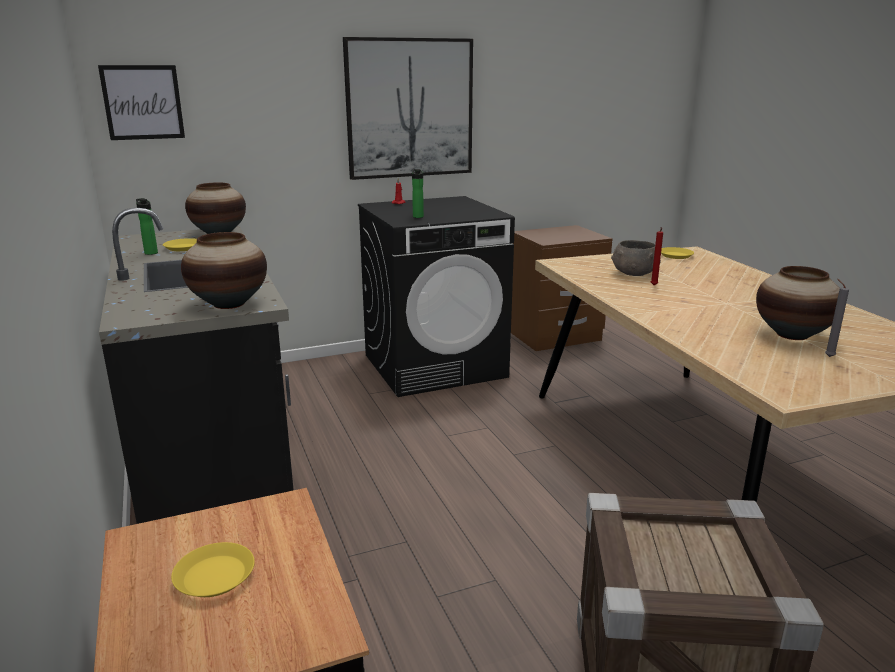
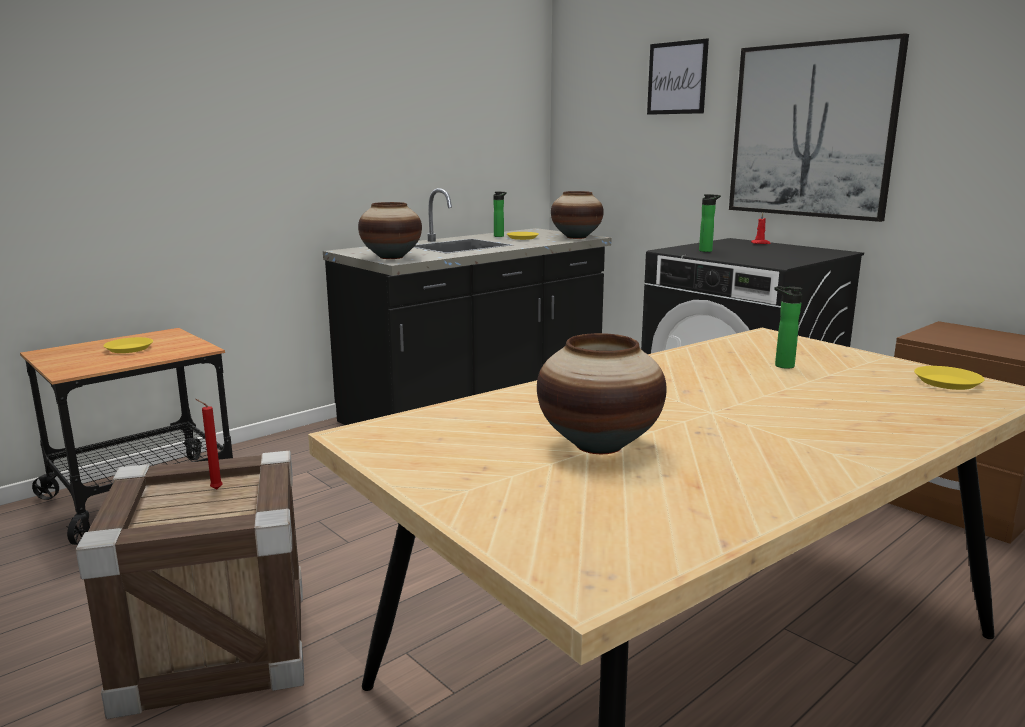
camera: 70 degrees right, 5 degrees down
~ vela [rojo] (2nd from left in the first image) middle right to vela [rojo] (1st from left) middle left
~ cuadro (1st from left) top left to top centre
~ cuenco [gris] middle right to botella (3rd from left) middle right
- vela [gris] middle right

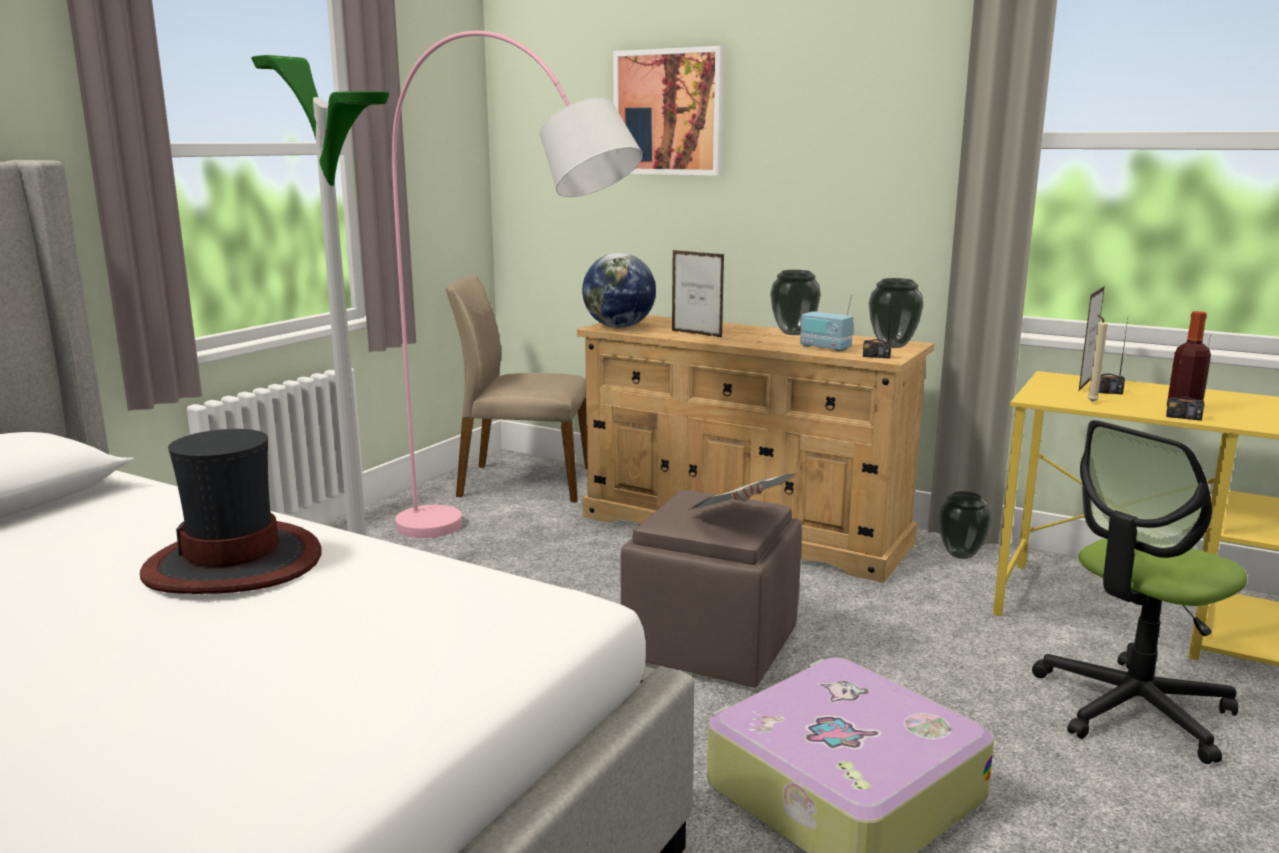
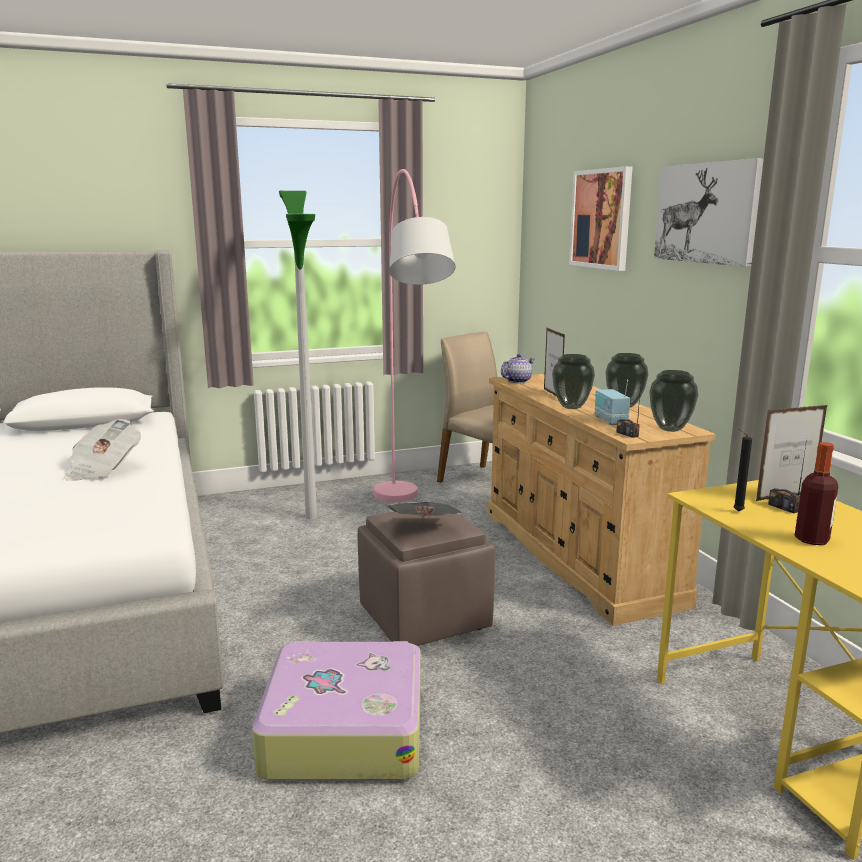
camera: 40 degrees right, 0 degrees up
~ sombrero middle left to periódico (1st from left) middle left
~ globo terráqueo centre to tetera centre
~ florero (3rd from left in the first image) middle right to florero (1st from left) centre
+ cuadro (2nd from left) top right
~ vela [beis] middle right to vela [negro] middle right
- silla de oficina bottom right
- radio (4th from left) middle right

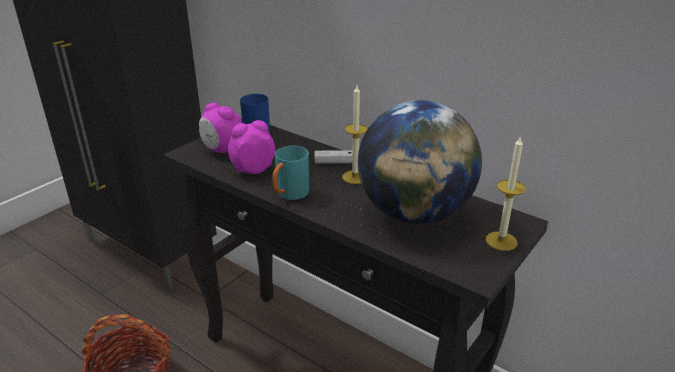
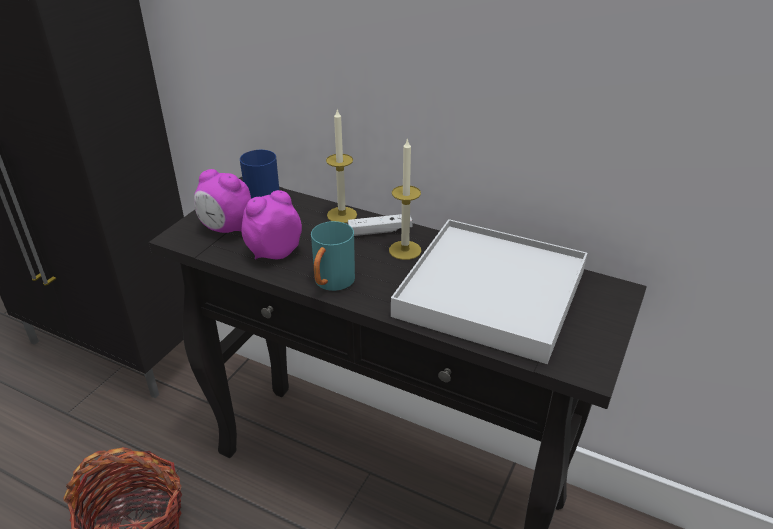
camera: 10 degrees left, 5 degrees up
~ vela (2nd from left in the first image) middle right to vela (1st from left) top centre
~ globo terráqueo centre to bandeja [blanco] centre

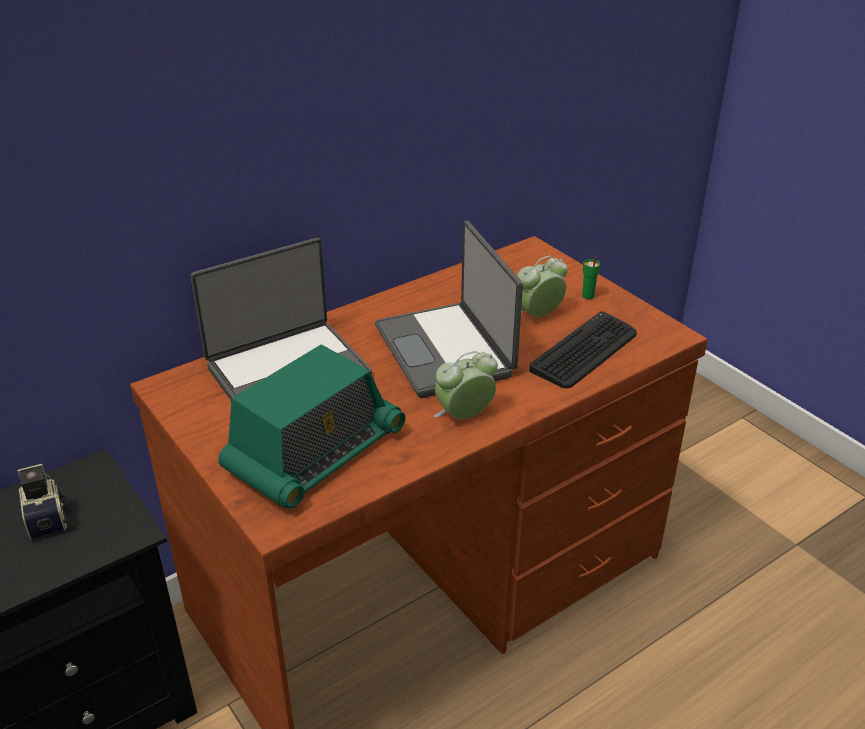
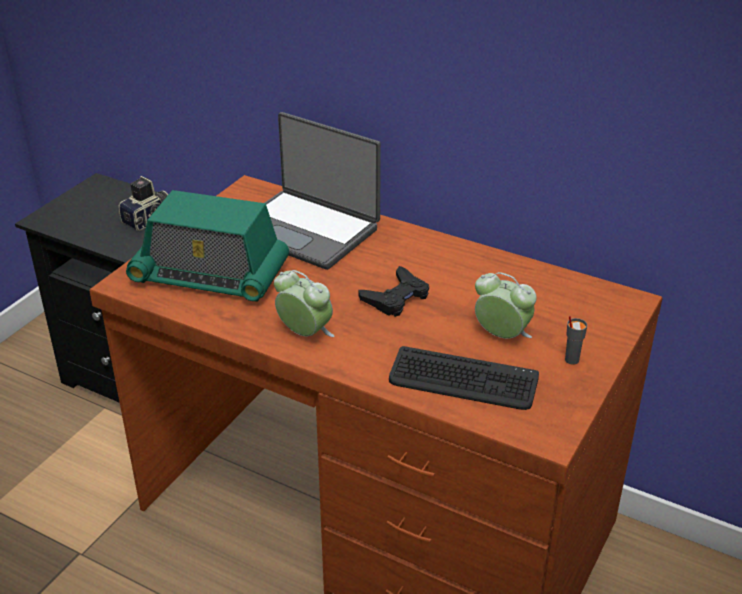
camera: 65 degrees right, 0 degrees up
~ portátil (2nd from left) centre to mando de consola [negro] centre
~ taza [verde] middle right to taza [gris] middle right

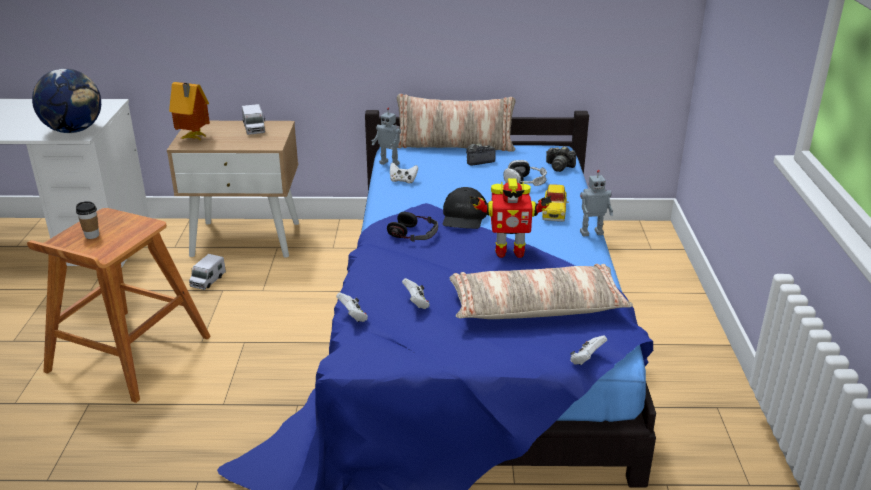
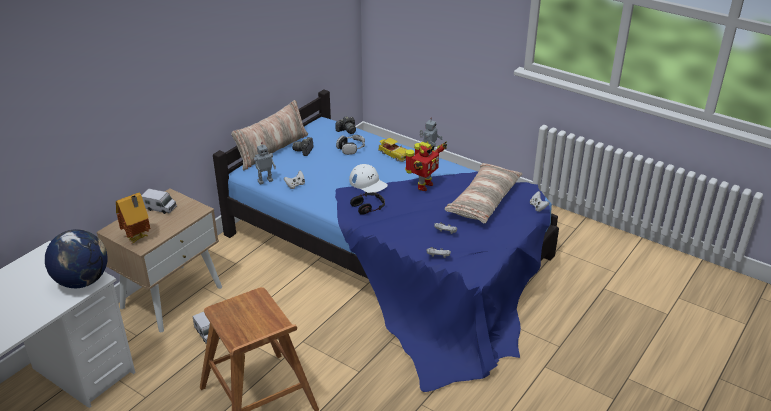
camera: 55 degrees left, 5 degrees up
~ gorra [negro] centre to gorra [blanco] centre
- taza middle left

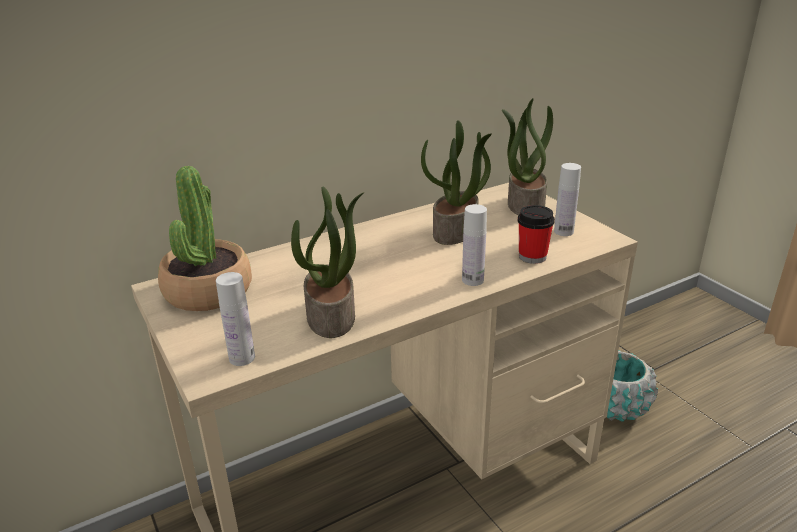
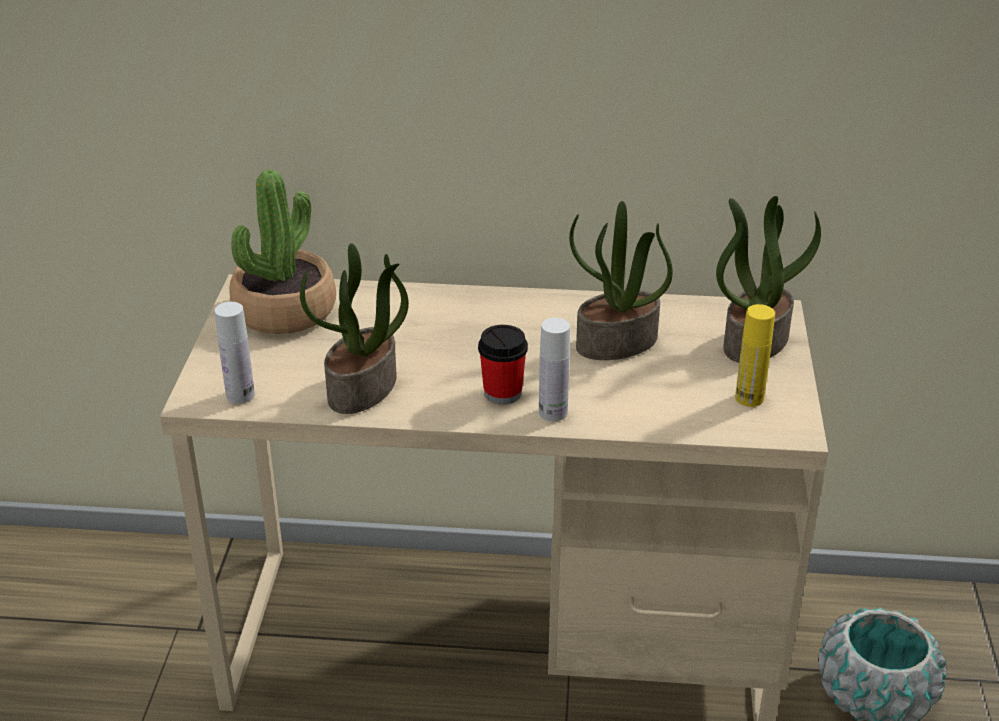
camera: 35 degrees right, 5 degrees up
~ taza middle right to centre
~ botella [blanco] (3rd from left) middle right to botella [amarillo] middle right

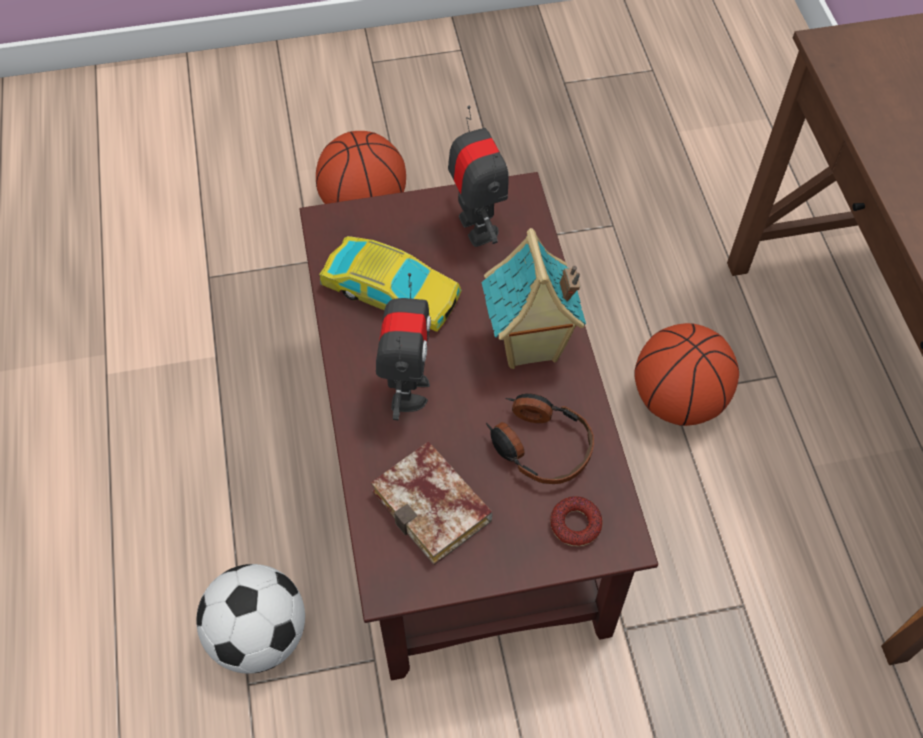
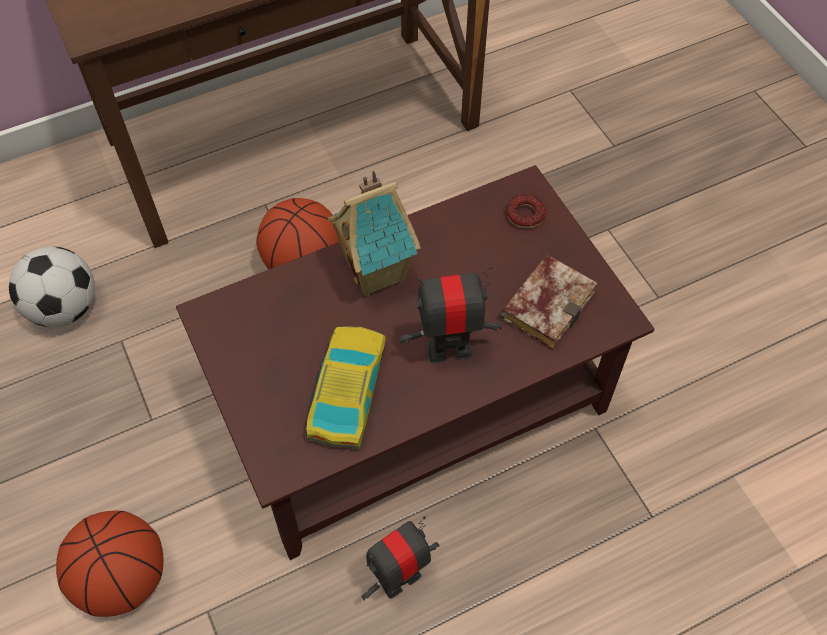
camera: 105 degrees left, 0 degrees up
~ balón de fútbol bottom left to middle left
~ robot de juguete (2nd from left in the first image) top centre to robot de juguete (1st from left) bottom centre
- auriculares centre

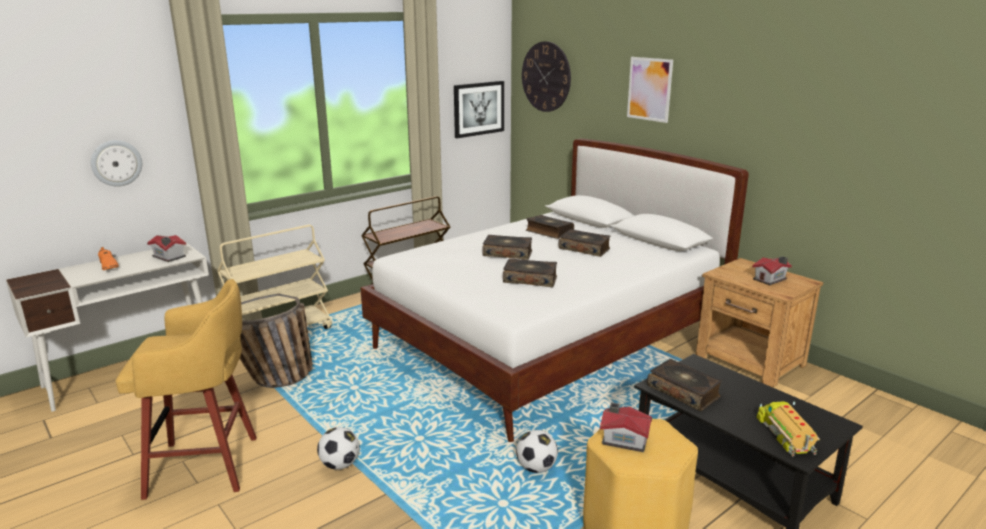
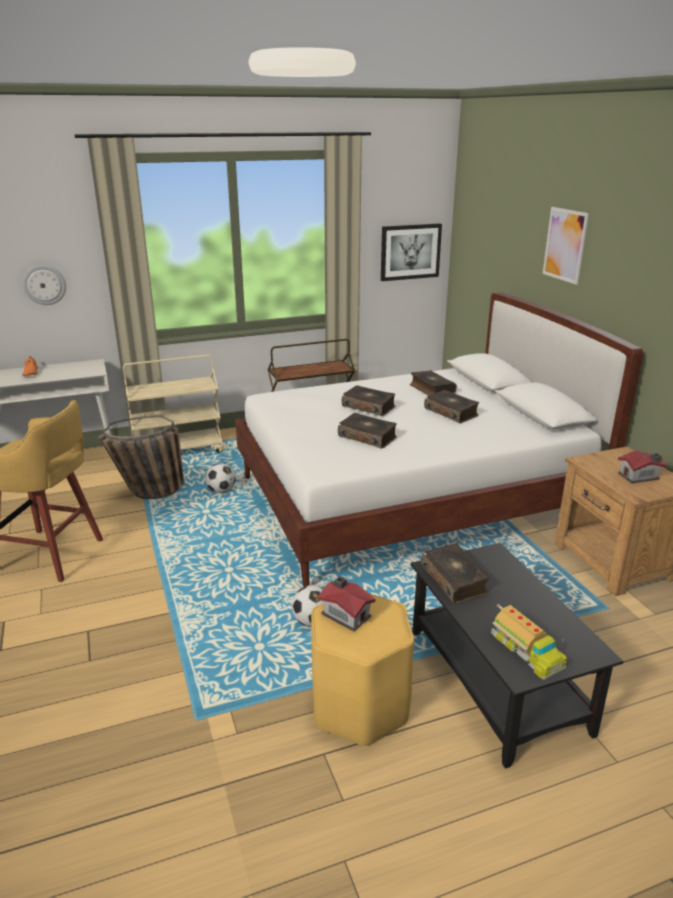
camera: 20 degrees right, 5 degrees up
~ balón de fútbol (1st from left) bottom centre to middle left
~ camión de juguete bottom right = bottom right 135 degrees clockwise
- casita (1st from left) middle left
- reloj de pared (2nd from left) top centre

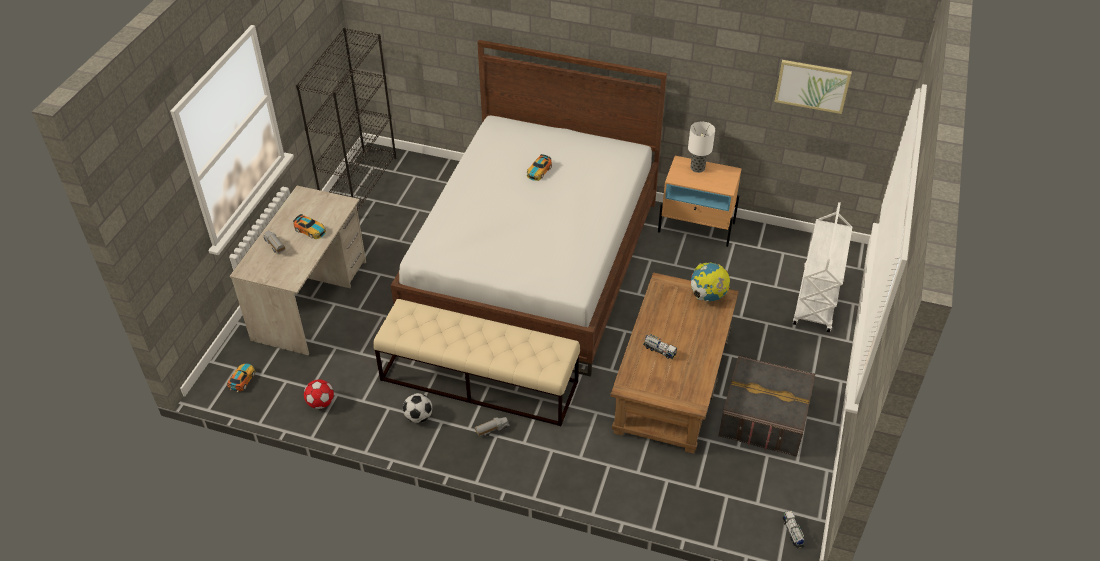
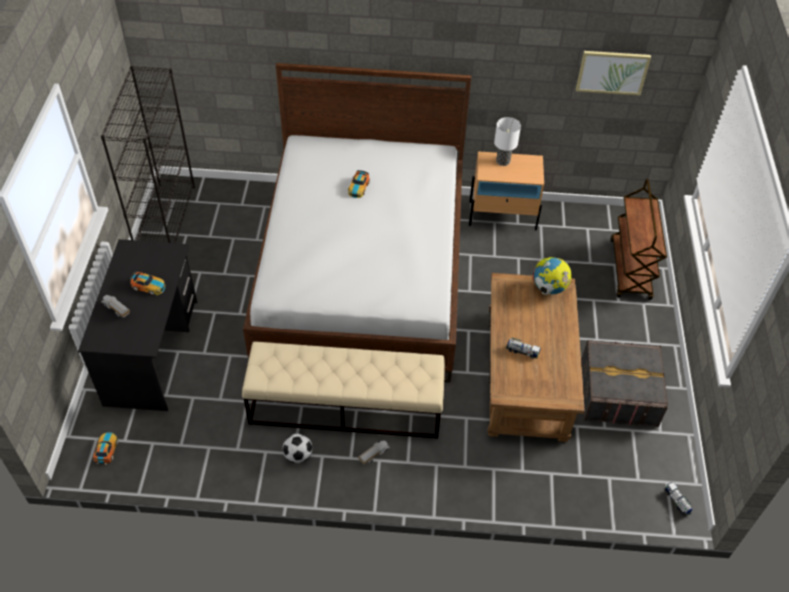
camera: 15 degrees left, 5 degrees up
~ escritorio [beis] middle left to escritorio [negro] middle left
~ carrito [blanco] middle right to carrito [marrón] middle right
- balón de fútbol (1st from left) bottom left

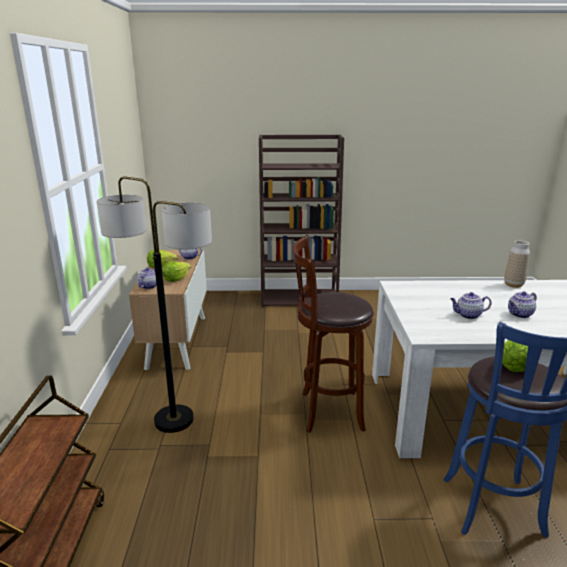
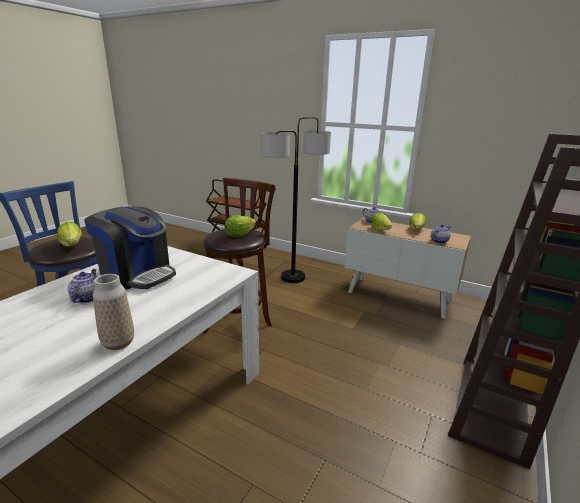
camera: 120 degrees right, 0 degrees up
~ tetera (3rd from left) middle right to cafetera middle left
+ lechuga (2nd from left) centre

